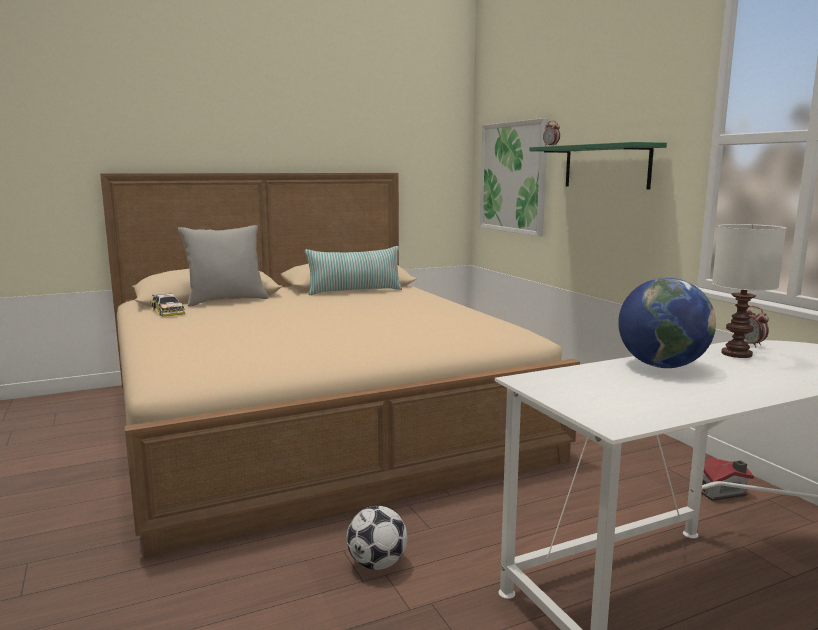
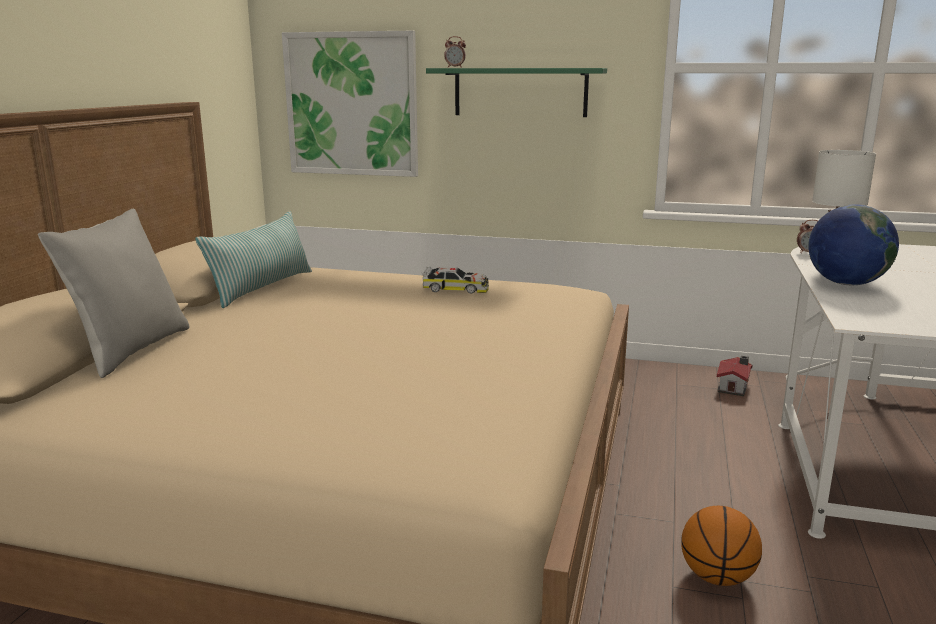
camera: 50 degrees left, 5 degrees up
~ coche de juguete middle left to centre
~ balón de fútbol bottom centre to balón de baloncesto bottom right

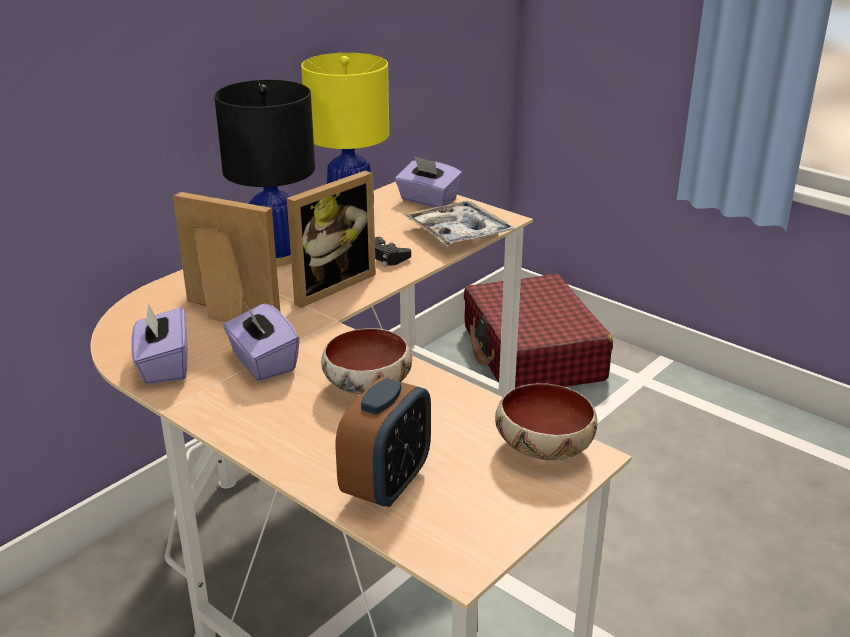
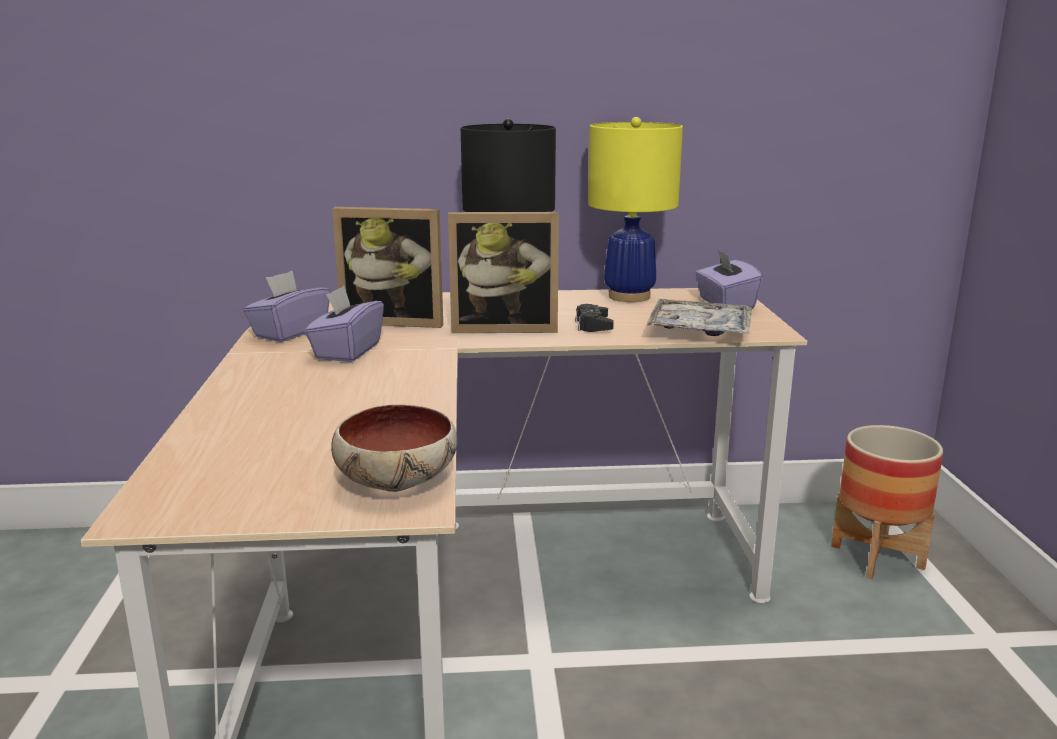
camera: 45 degrees right, 10 degrees down
~ portarretratos (1st from left) middle left = centre 120 degrees clockwise
~ maleta [rojo] centre to maceta bottom right
- cuenco (1st from left) centre
- despertador bottom centre

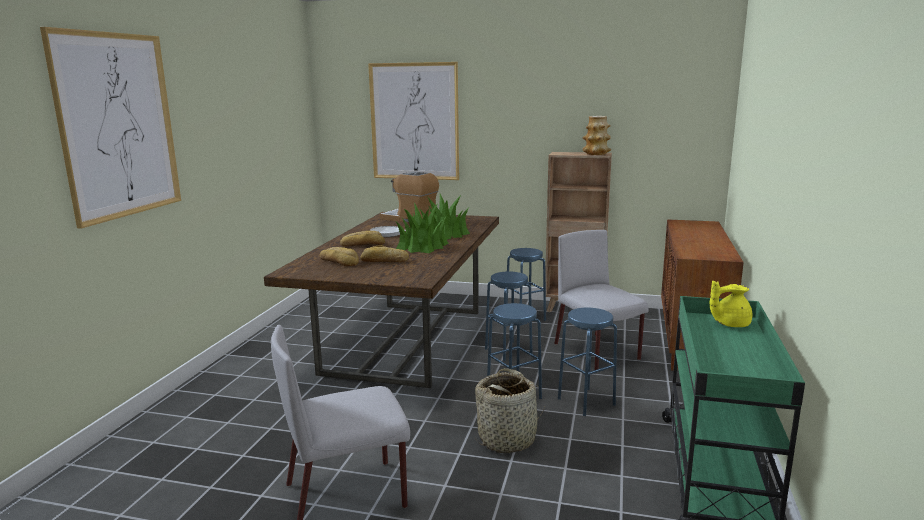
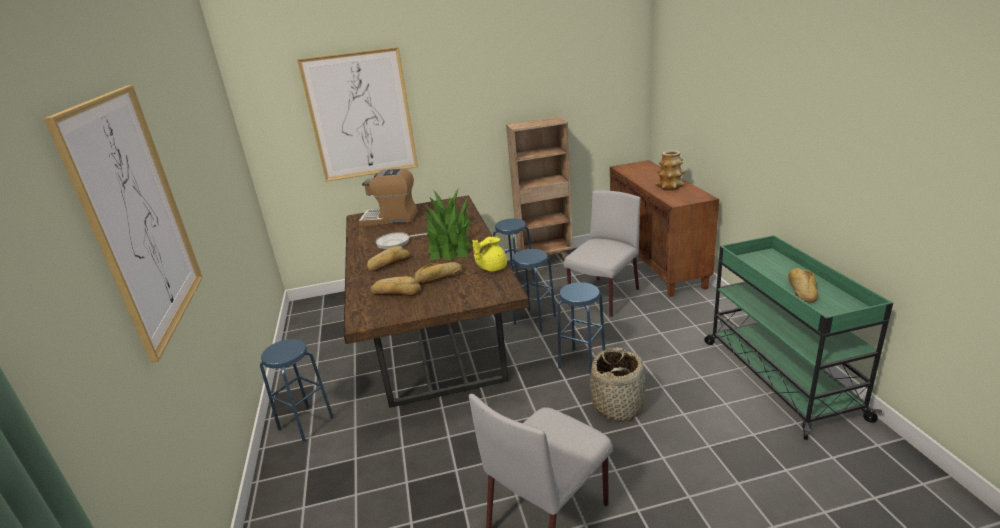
camera: 25 degrees left, 10 degrees up
~ taburete [azul] (4th from left in the first image) bottom centre to taburete [azul] (1st from left) bottom left
~ tetera [amarillo] middle right to centre
~ silla [gris] (2nd from left) centre = centre 90 degrees clockwise
~ florero top centre to top right
+ pan (4th from left) middle right

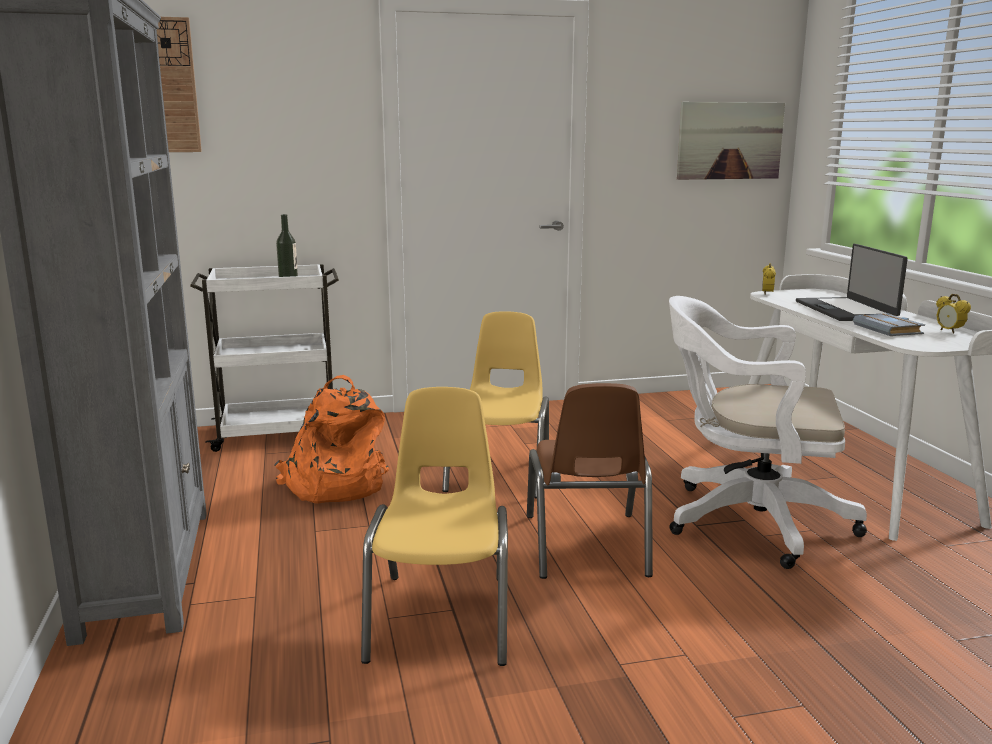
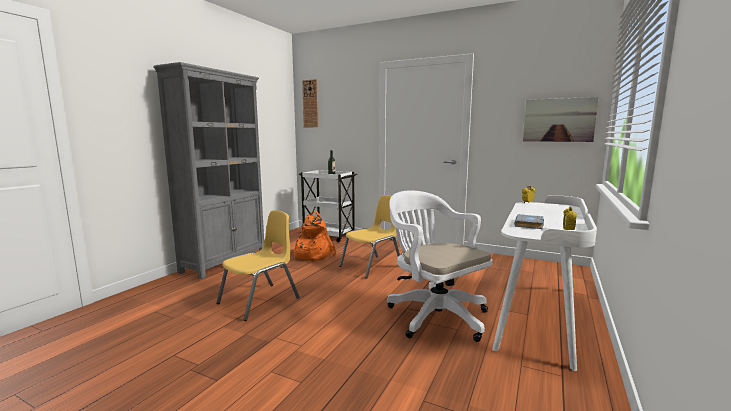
camera: 40 degrees right, 5 degrees down
- silla [marrón] centre
- portátil middle right

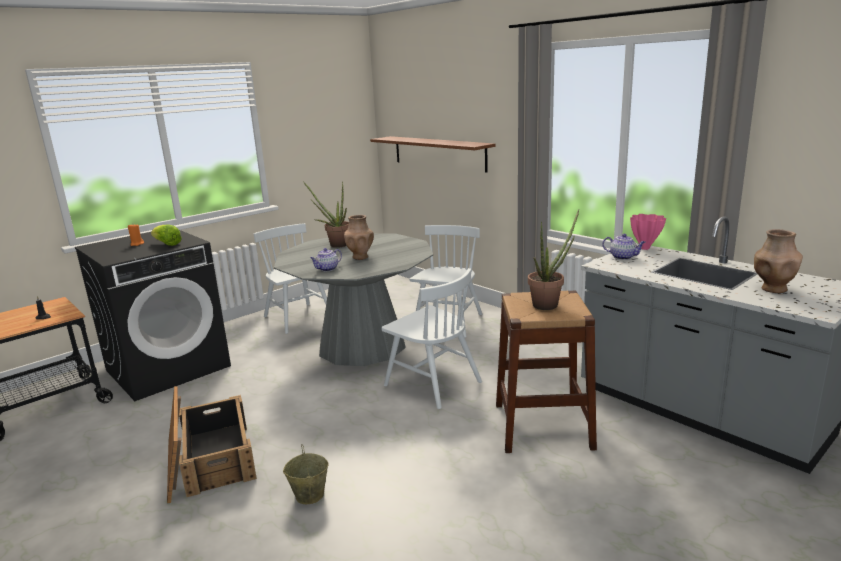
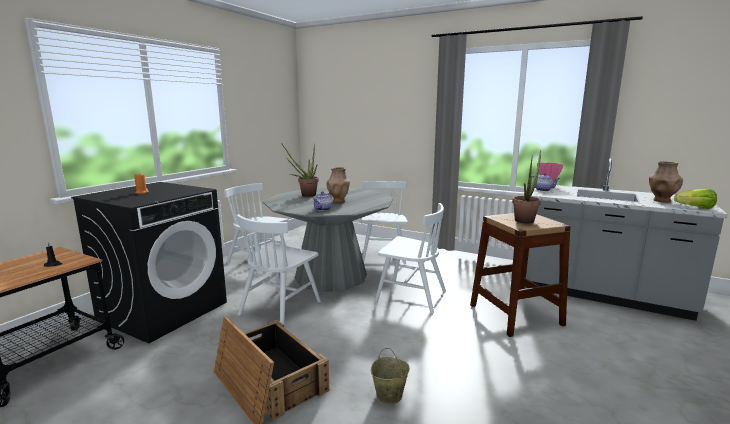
camera: 20 degrees left, 5 degrees down
+ silla [blanco] (2nd from left) centre
~ lechuga middle left to middle right
- estante top centre

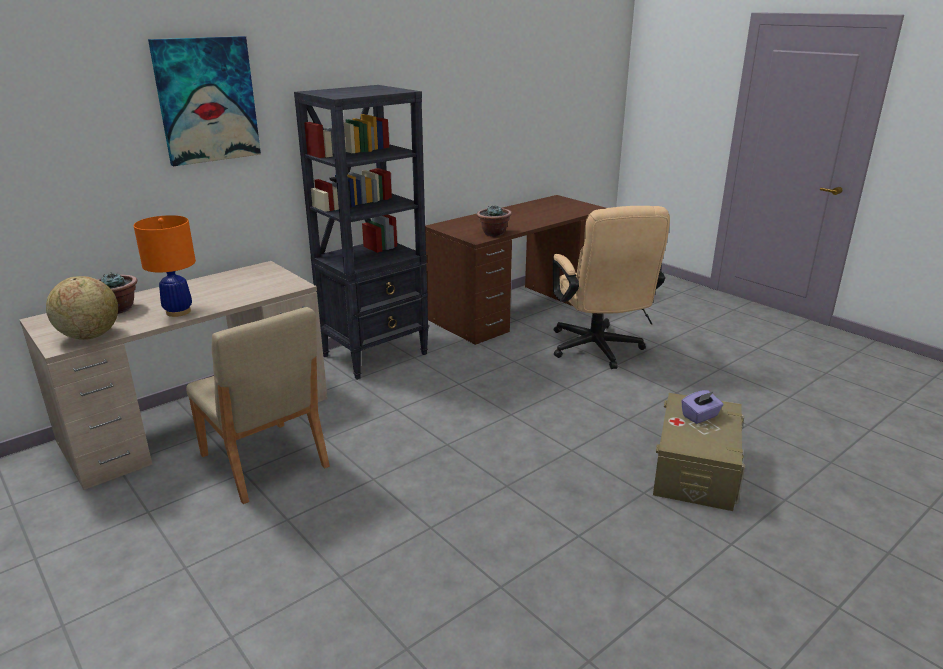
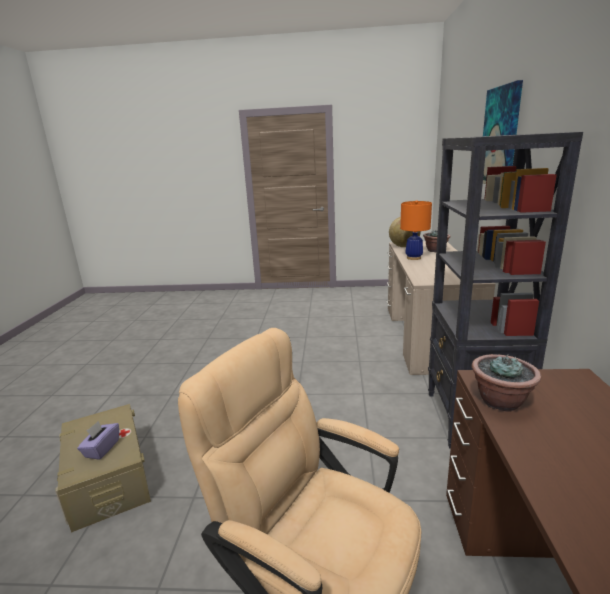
camera: 135 degrees right, 5 degrees down
- silla [beis] middle left

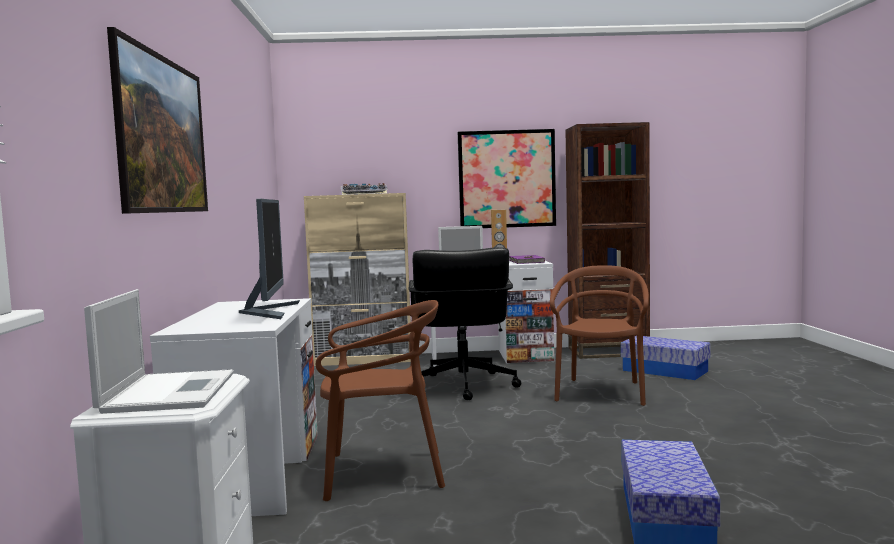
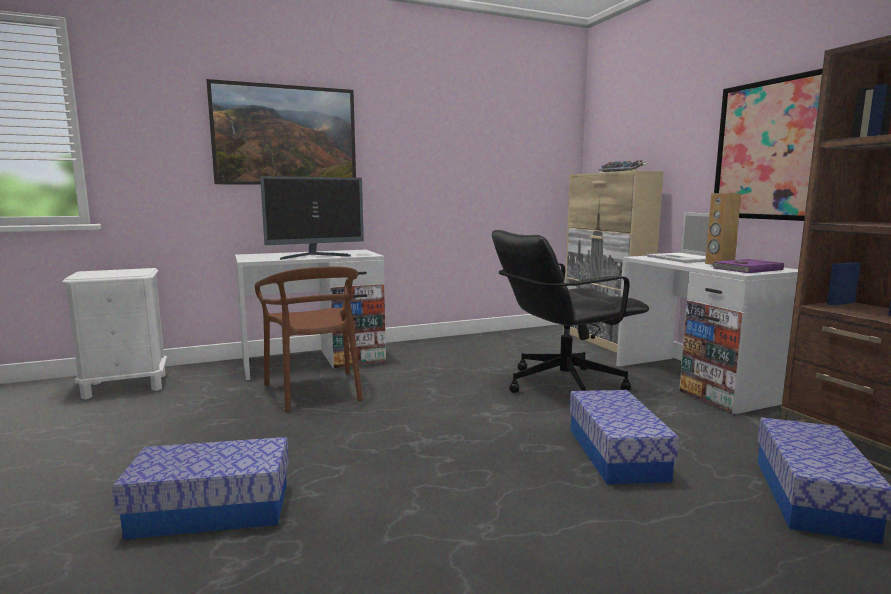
camera: 70 degrees right, 5 degrees up
~ silla [marrón] (2nd from left) middle right to caja de almacenaje (2nd from left) bottom right
- portátil (1st from left) middle left

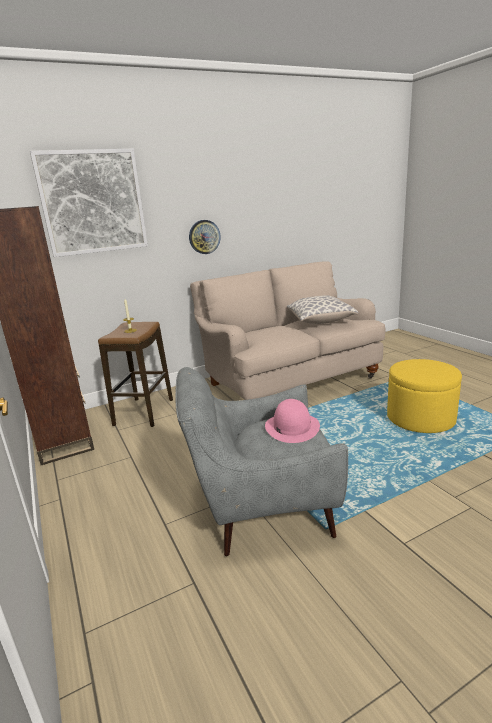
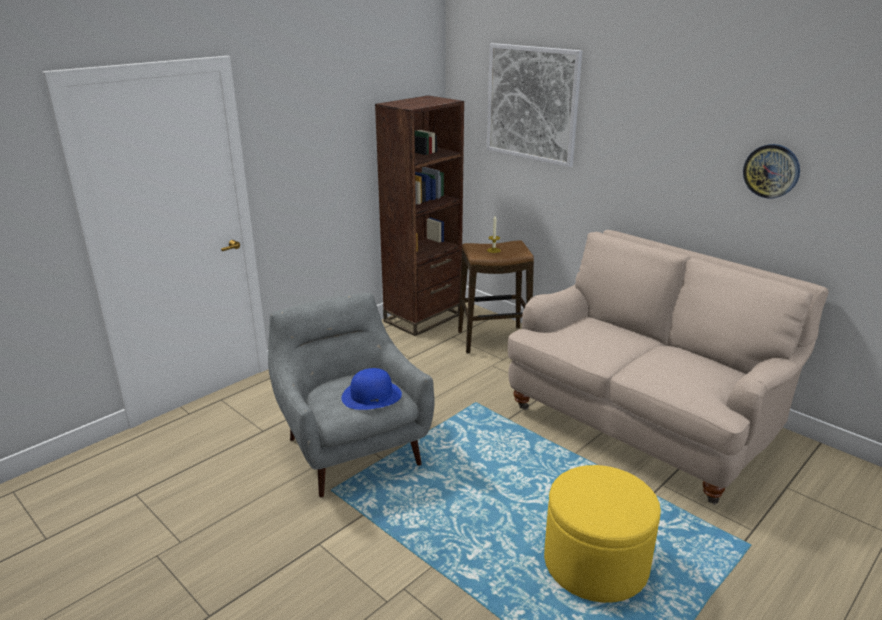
camera: 70 degrees right, 5 degrees up
~ sombrero [rosa] centre to sombrero [azul] centre
~ reloj de pared top centre to top right
- cojín centre

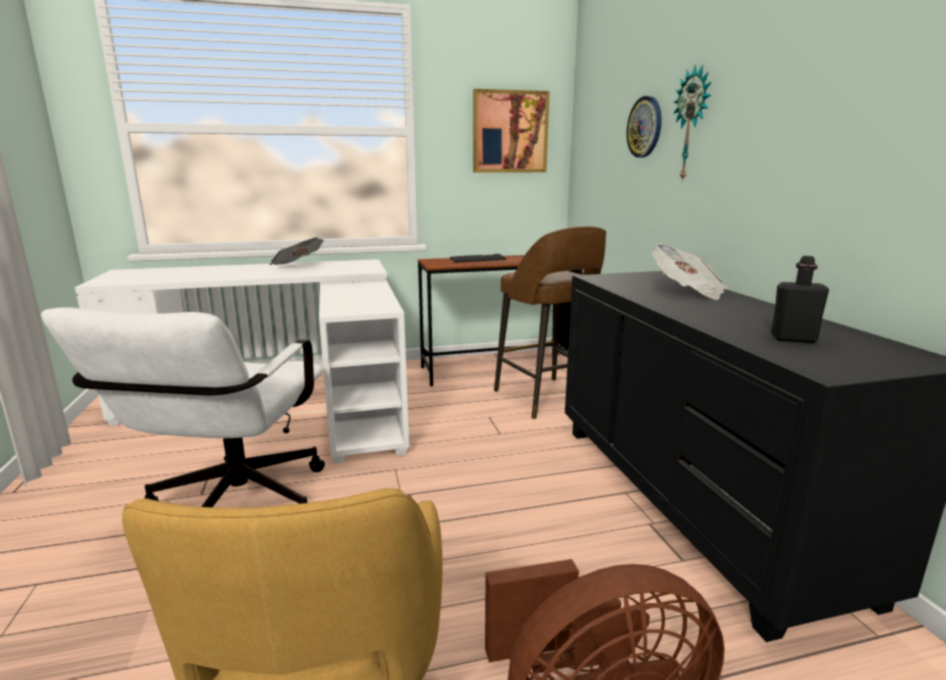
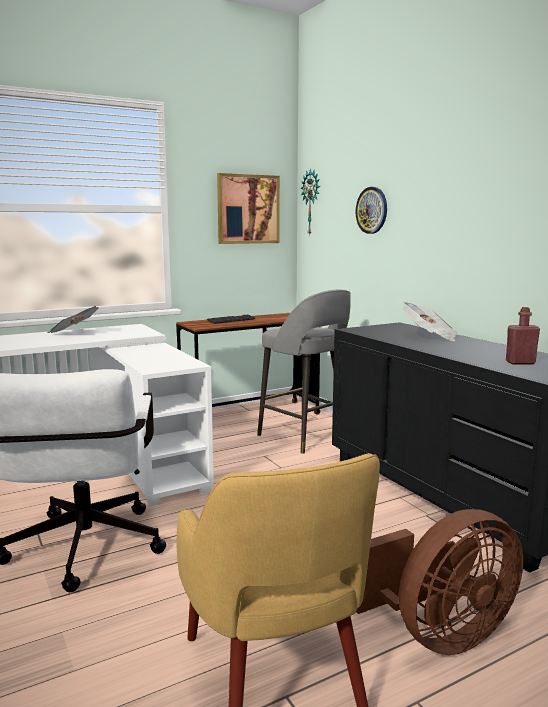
camera: 15 degrees left, 5 degrees down
~ taburete [marrón] centre to taburete [gris] centre
~ reloj de pared (2nd from left in the first image) top right to reloj de pared (1st from left) top centre
~ botella [negro] middle right to botella [rojo] middle right

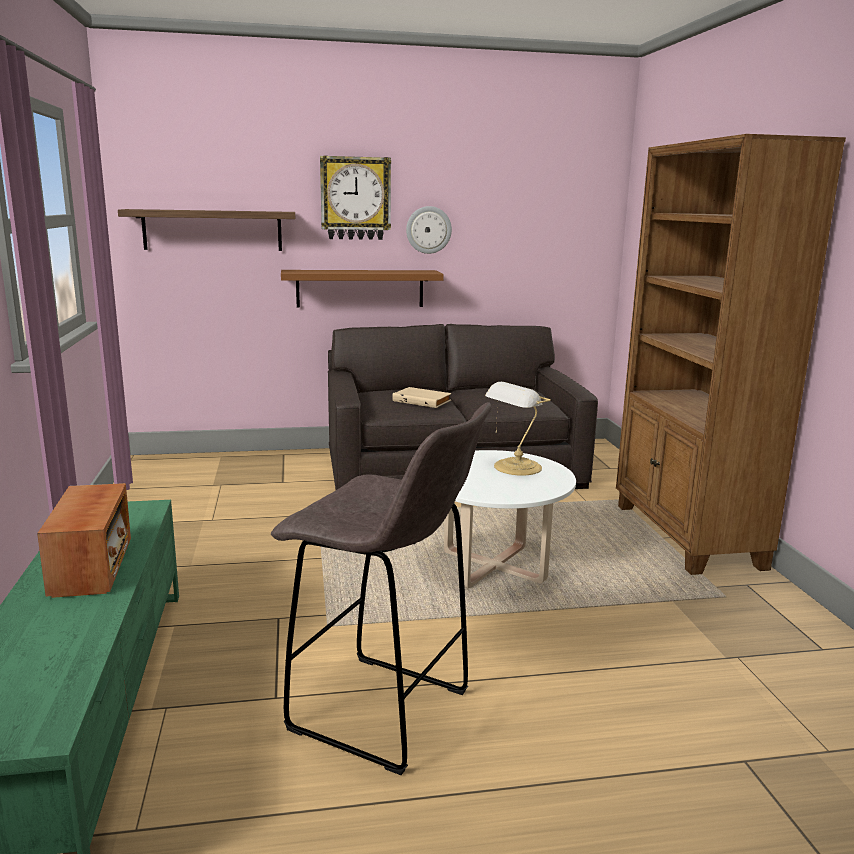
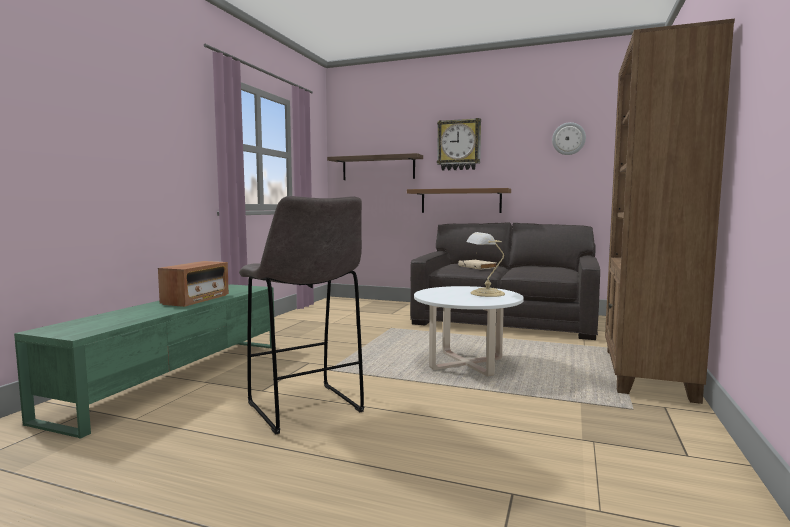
camera: 30 degrees right, 10 degrees down
~ reloj de pared (2nd from left) top centre to top right

